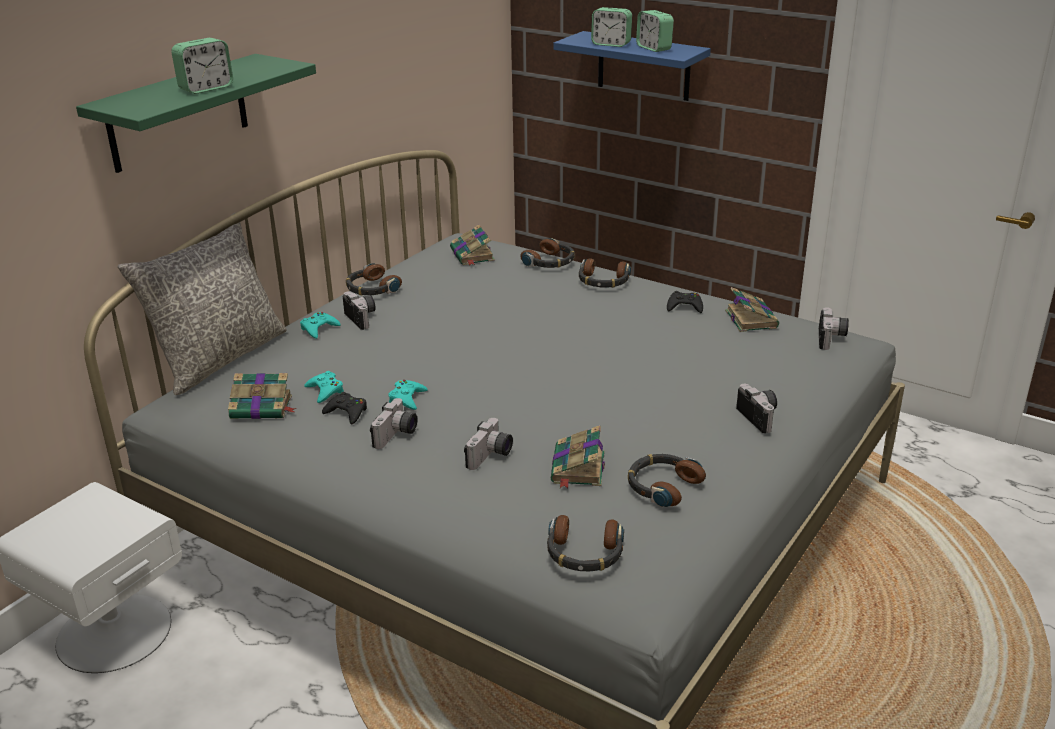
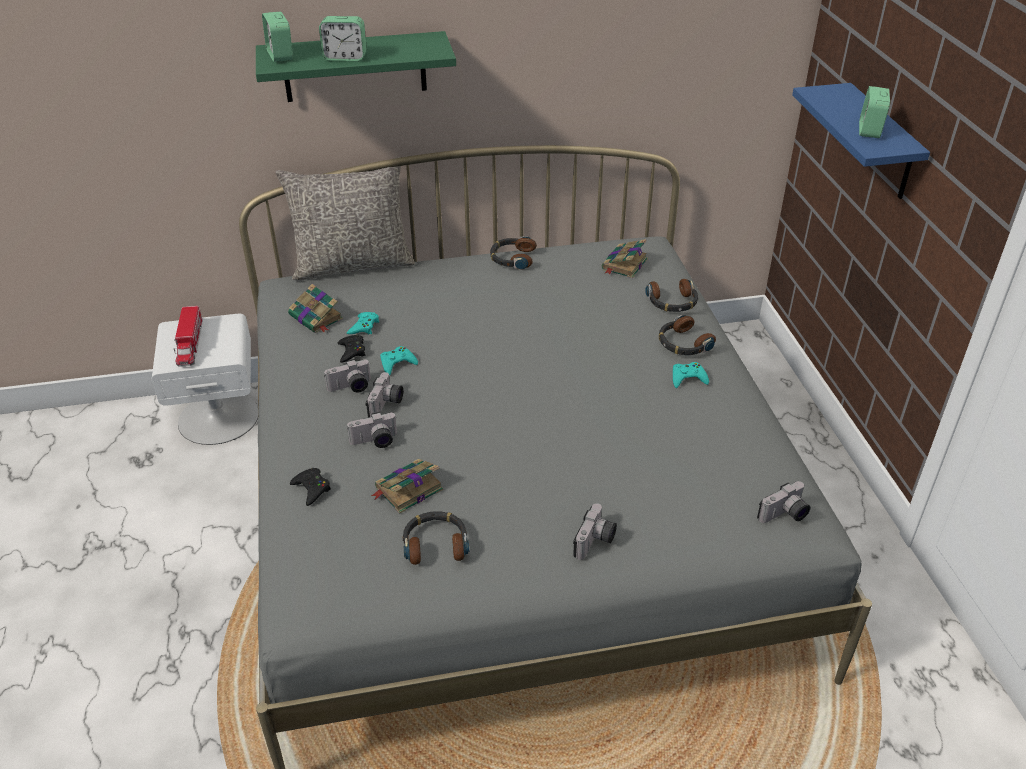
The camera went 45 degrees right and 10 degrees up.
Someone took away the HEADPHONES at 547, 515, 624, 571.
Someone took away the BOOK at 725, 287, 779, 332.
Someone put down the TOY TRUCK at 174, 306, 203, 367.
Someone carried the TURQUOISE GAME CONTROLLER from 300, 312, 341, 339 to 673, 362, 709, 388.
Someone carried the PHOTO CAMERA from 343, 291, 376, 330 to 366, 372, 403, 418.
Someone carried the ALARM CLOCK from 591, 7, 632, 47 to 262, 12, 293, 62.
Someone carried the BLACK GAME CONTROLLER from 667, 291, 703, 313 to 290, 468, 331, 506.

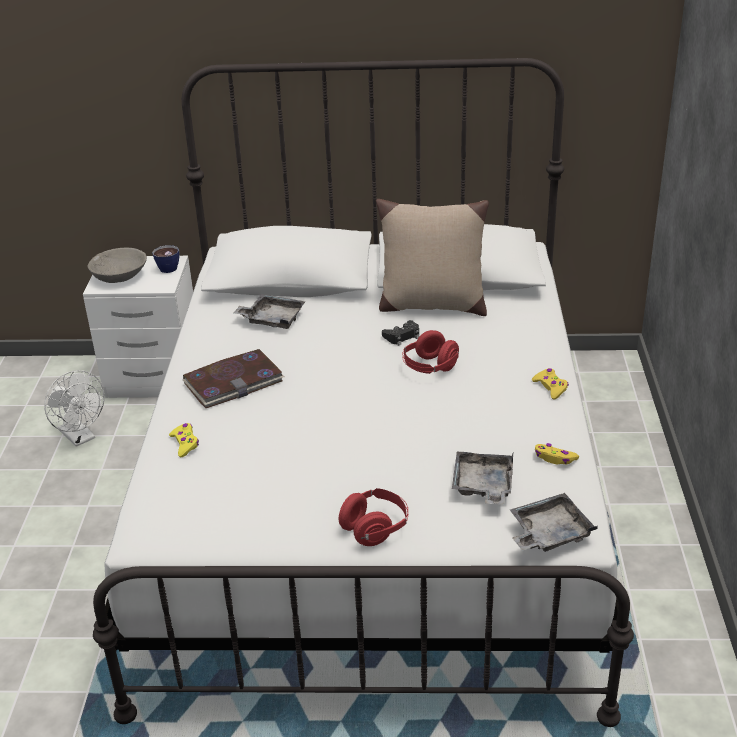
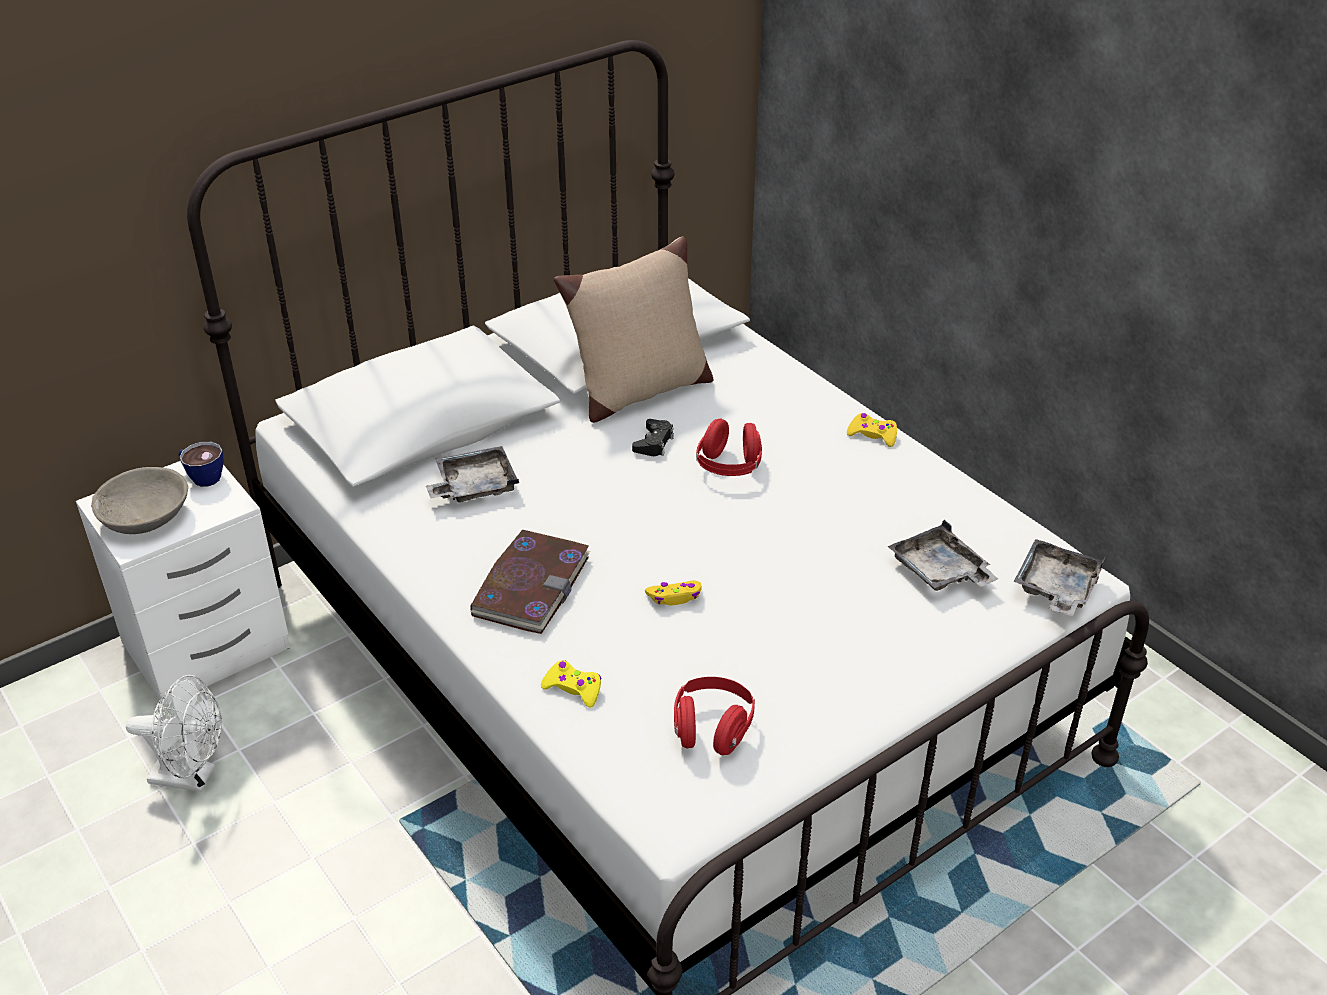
The camera went 40 degrees left and 5 degrees up.
Someone carried the RED HEADPHONES from 339, 488, 408, 546 to 674, 677, 755, 755.
Someone carried the YELLOW GAME CONTROLLER from 535, 443, 579, 464 to 645, 580, 702, 605.

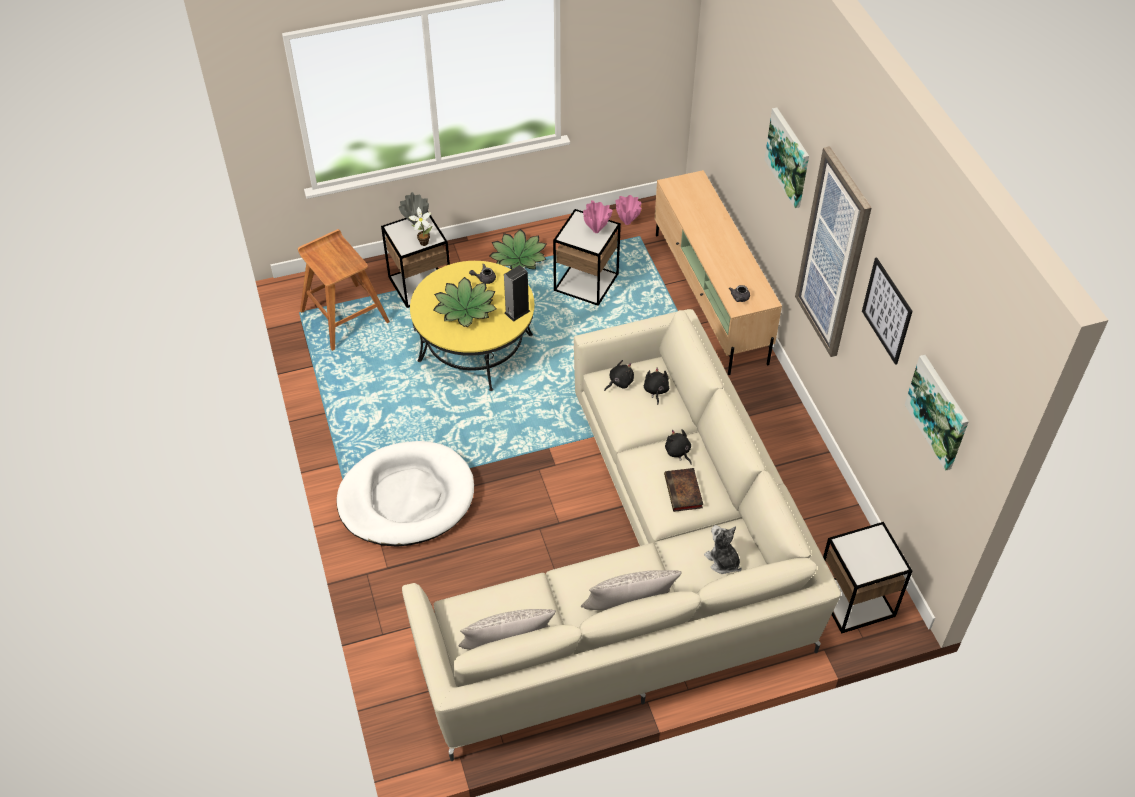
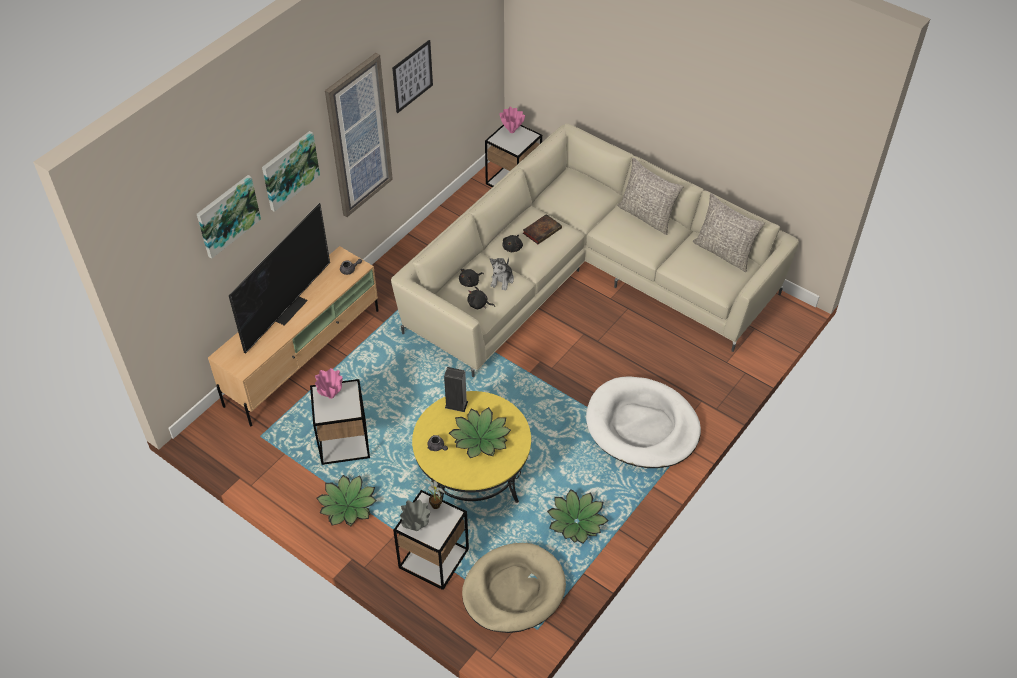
The camera went 125 degrees left and 0 degrees up.
Someone put down the TELEVISION at 229, 203, 330, 354.
Someone put down the POTTED PLANT at 547, 489, 608, 543.
Someone carried the PINK VASE from 615, 195, 641, 225 to 499, 107, 525, 133.
Someone carried the PLUSH TOY from 704, 525, 742, 574 to 490, 257, 514, 290.
Someone carried the PICTURE from 905, 355, 969, 471 to 197, 175, 261, 259.
Someone swapped the BROWN STOOL at 298, 229, 390, 351 for the BEIGE DOG BED at 462, 543, 566, 633.

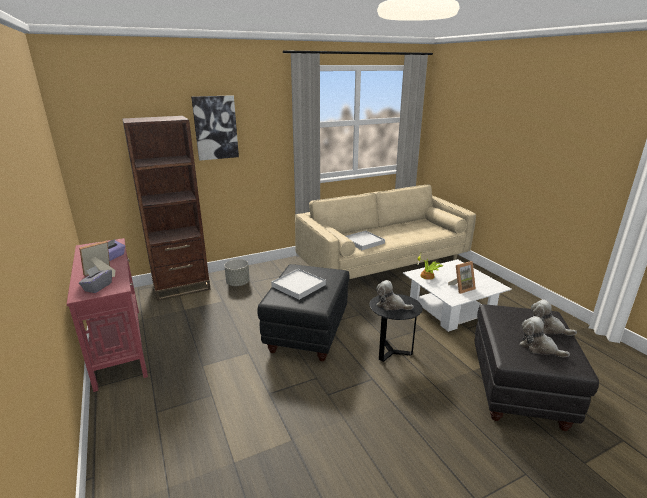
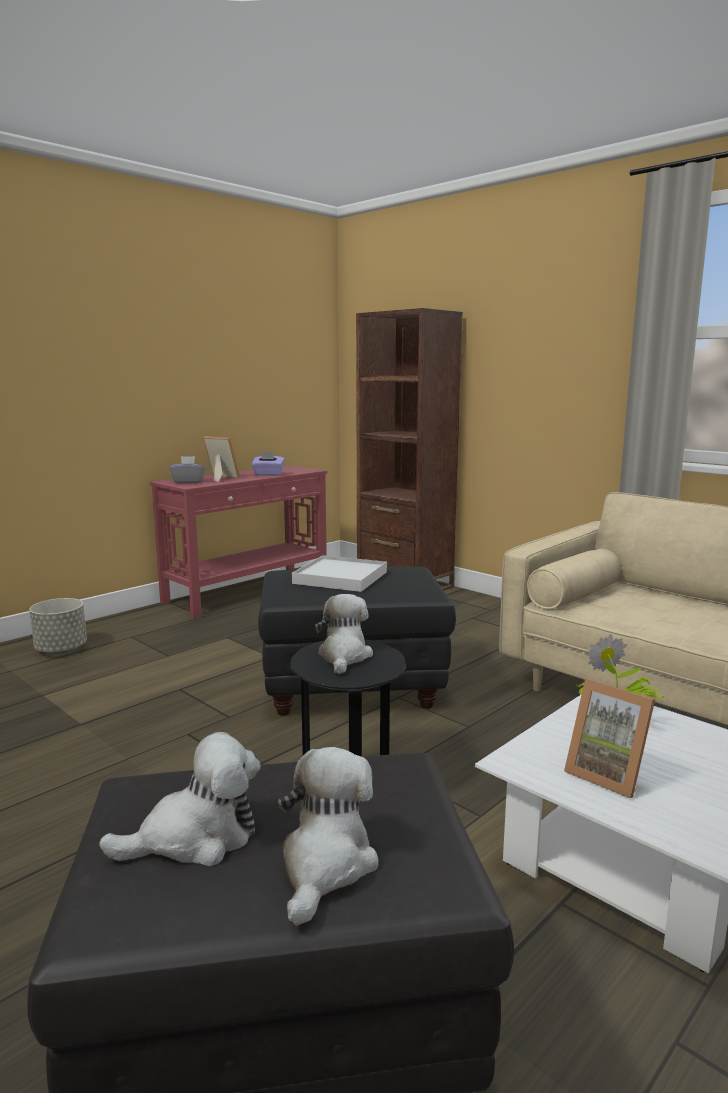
The camera went 70 degrees right and 10 degrees down.
Someone took away the PICTURE at 191, 95, 239, 161.
Someone took away the WHITE TRAY at 346, 231, 385, 250.
Someone carried the GREY PLANTER from 224, 259, 250, 286 to 29, 598, 87, 654.
Someone rotated the PLUSH TOY at 520, 316, 570, 357 by 45 degrees clockwise.

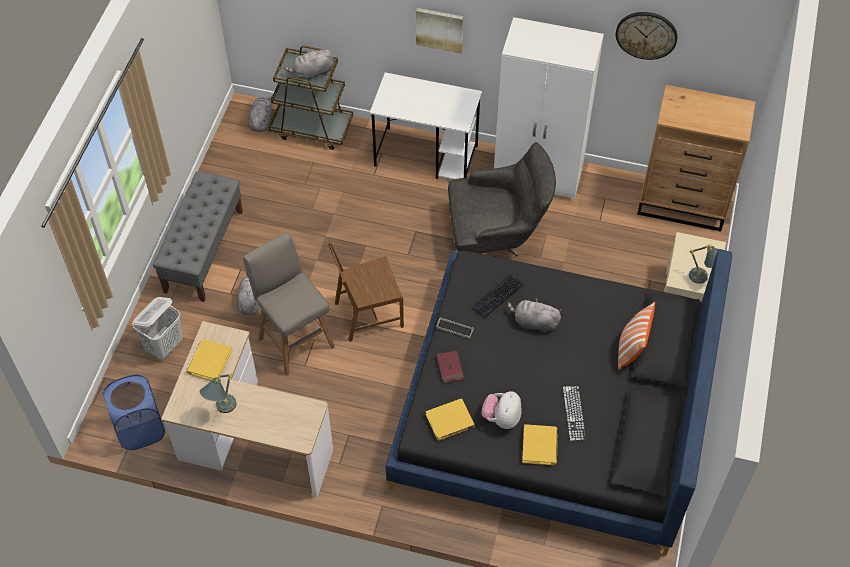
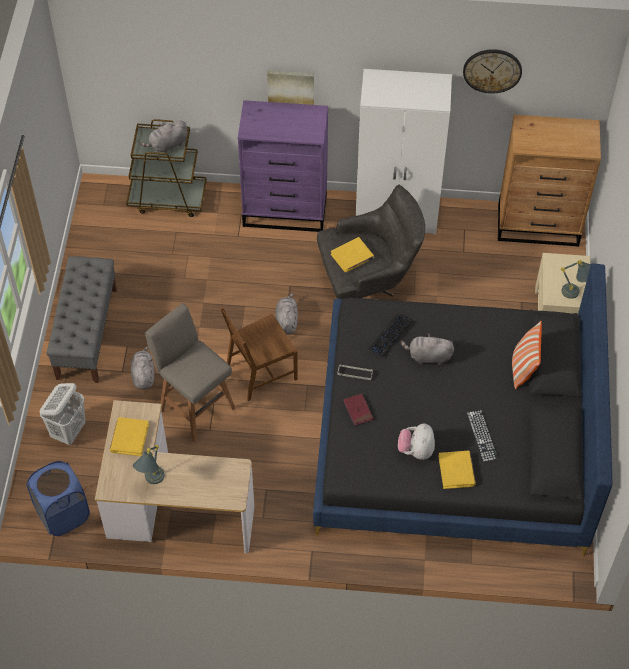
The camera went 10 degrees left and 0 degrees up.
Someone carried the GREY PLUSH TOY from 248, 96, 272, 132 to 275, 293, 298, 334.
Someone carried the YELLOW BOOK from 426, 398, 475, 441 to 331, 237, 374, 273.
Someone swapped the WHITE DESK at 370, 72, 482, 179 for the PURPLE DRESSER at 238, 100, 328, 232.

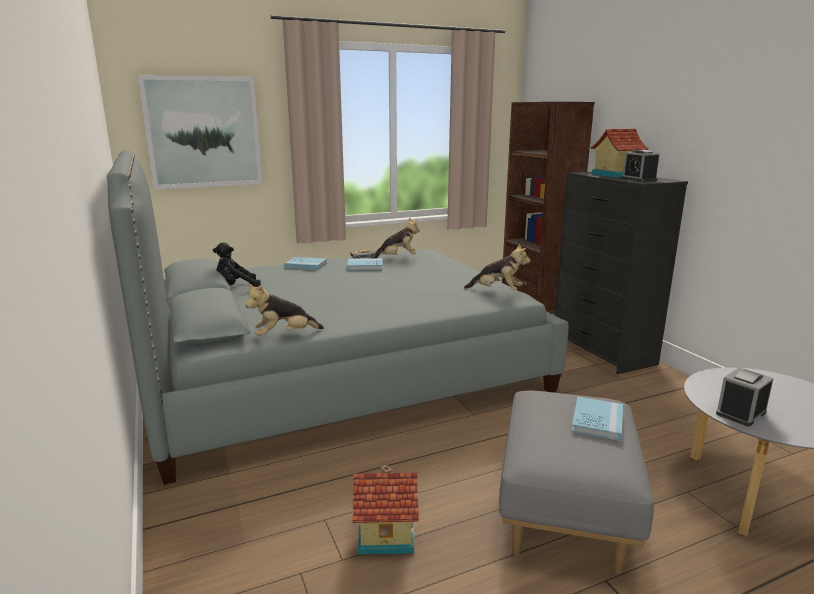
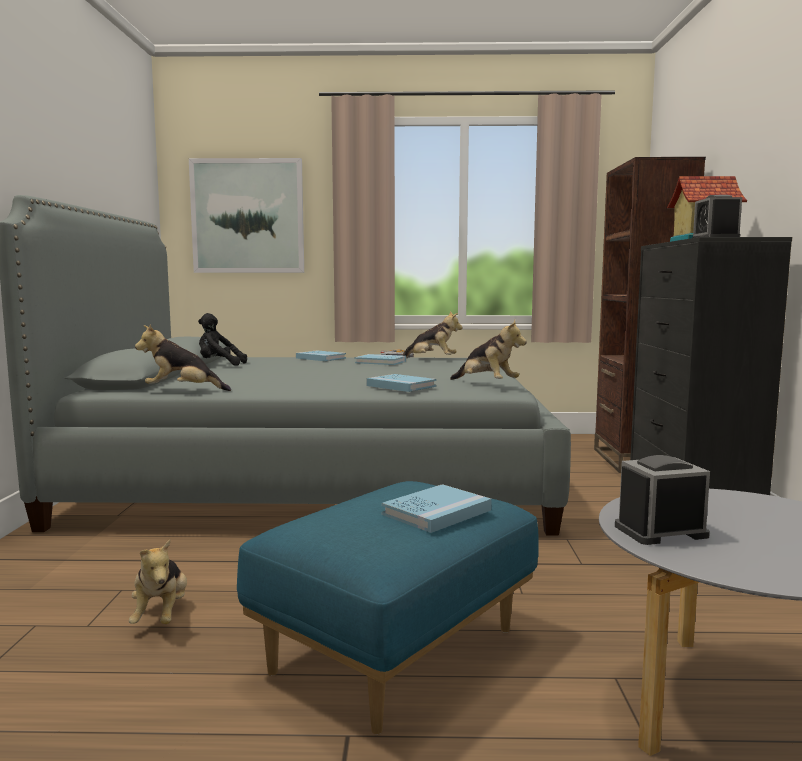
The camera went 25 degrees right and 10 degrees down.
Someone put down the BLUE BOOK at 366, 374, 436, 392.
Someone swapped the TOY HOUSE at 352, 465, 419, 555 for the PLUSH TOY at 129, 540, 187, 624.
Someone repainted the GREY OTTOMAN at 499, 390, 654, 574, which became the BLUE OTTOMAN at 237, 481, 539, 735.

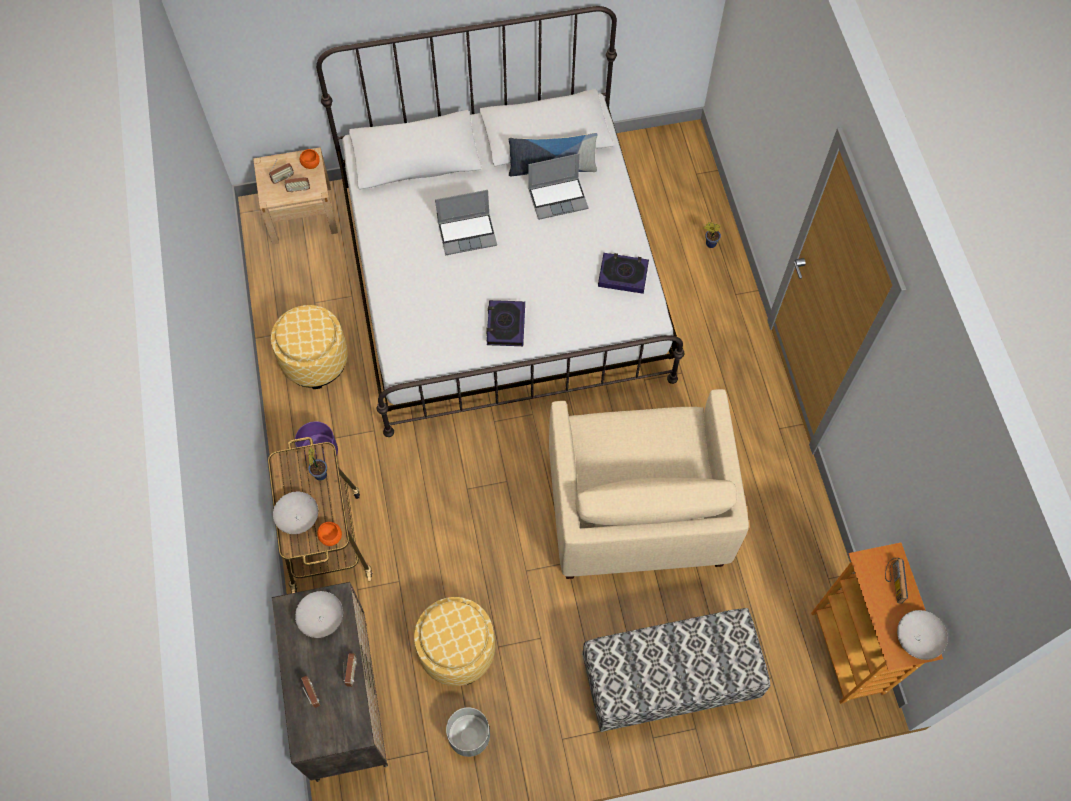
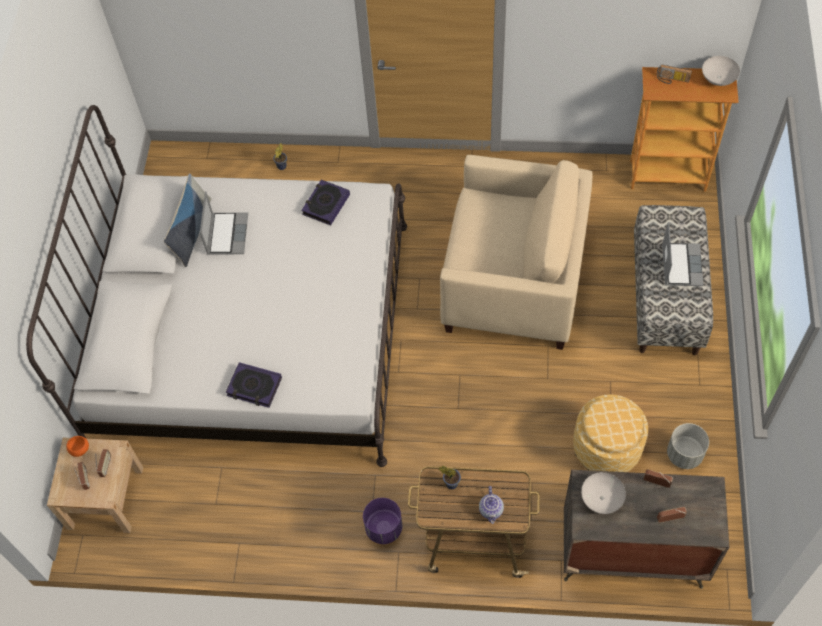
The camera went 70 degrees left and 5 degrees down.
Someone took away the OTTOMAN at 271, 305, 348, 389.
Someone took away the ORANGE BOWL at 317, 522, 342, 546.
Someone carried the LAPTOP from 435, 190, 497, 255 to 662, 222, 704, 286.
Someone carried the BOOK from 486, 300, 525, 346 to 226, 362, 282, 408.
Someone swapped the WHITE BOWL at 273, 492, 318, 534 for the TEAPOT at 479, 486, 504, 524.

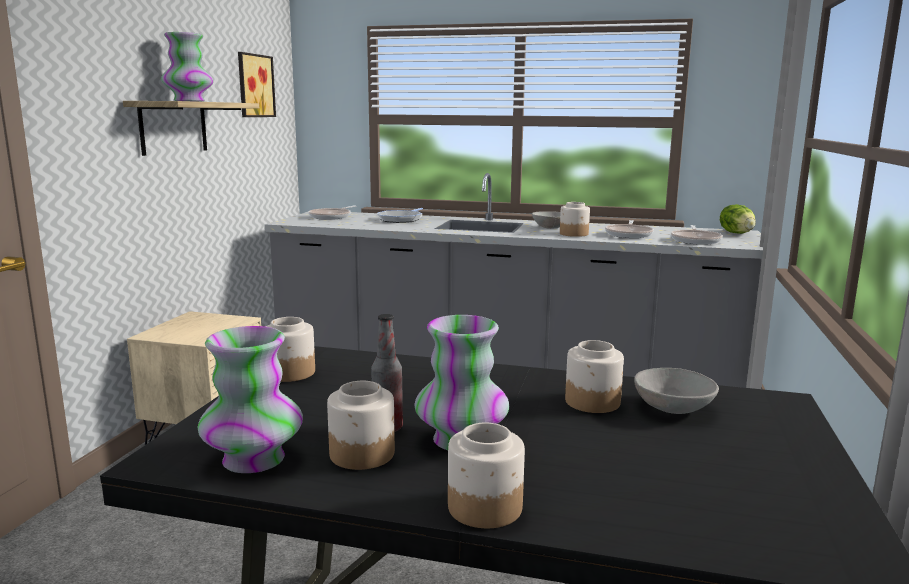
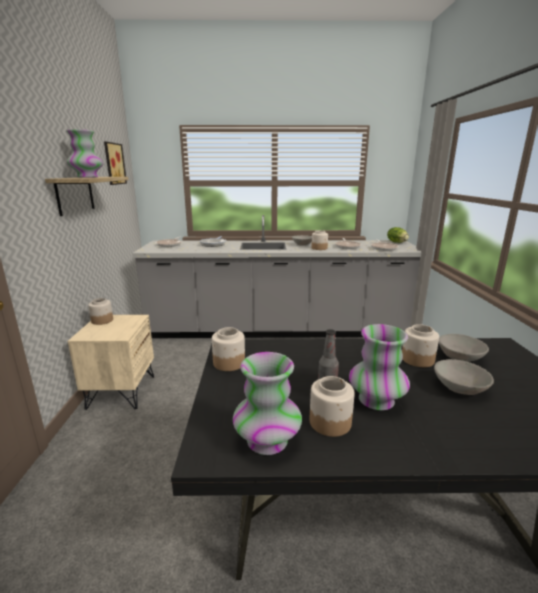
The camera went 15 degrees left and 5 degrees up.
Someone put down the GREY BOWL at 434, 359, 494, 395.
Someone carried the JAR from 448, 423, 525, 528 to 88, 298, 113, 325.

